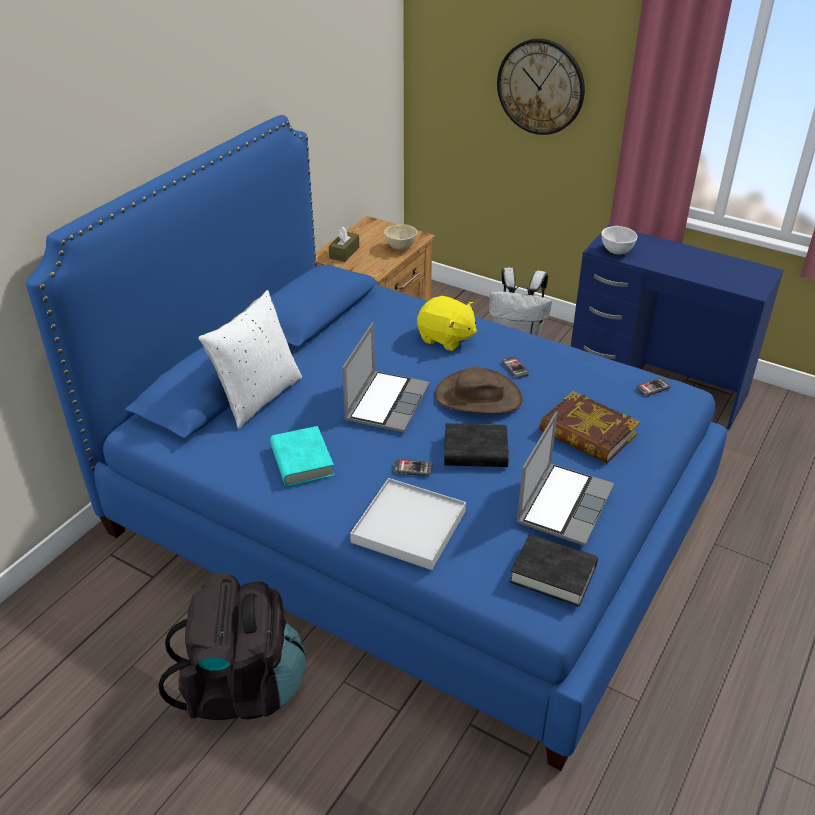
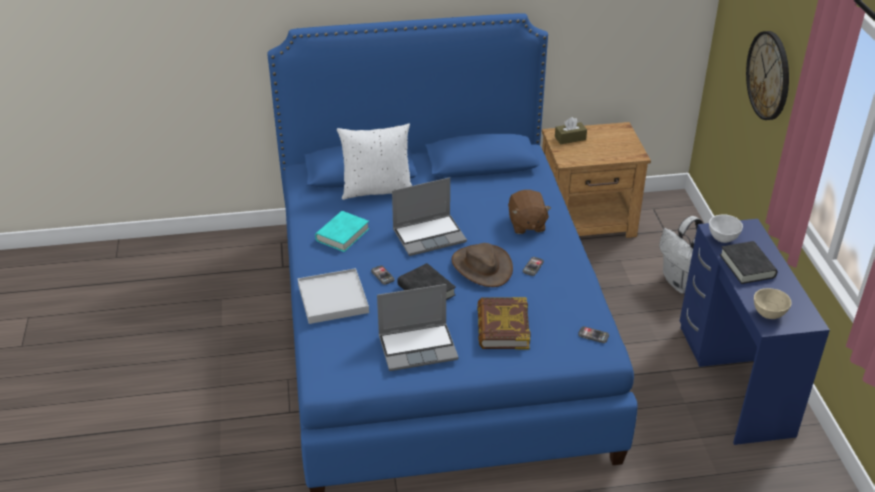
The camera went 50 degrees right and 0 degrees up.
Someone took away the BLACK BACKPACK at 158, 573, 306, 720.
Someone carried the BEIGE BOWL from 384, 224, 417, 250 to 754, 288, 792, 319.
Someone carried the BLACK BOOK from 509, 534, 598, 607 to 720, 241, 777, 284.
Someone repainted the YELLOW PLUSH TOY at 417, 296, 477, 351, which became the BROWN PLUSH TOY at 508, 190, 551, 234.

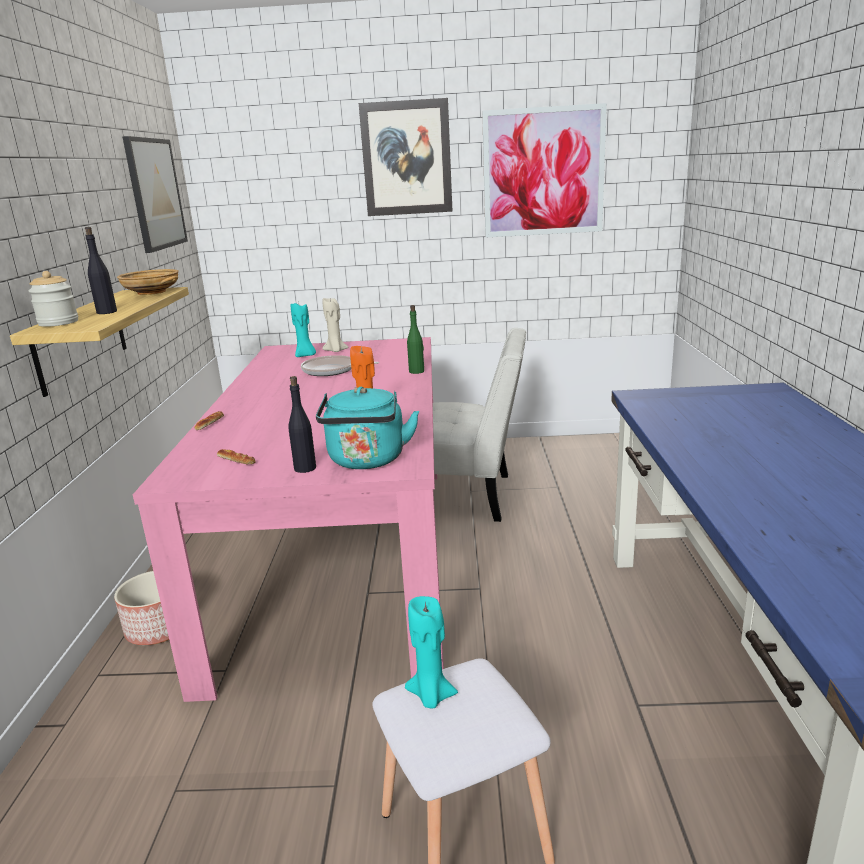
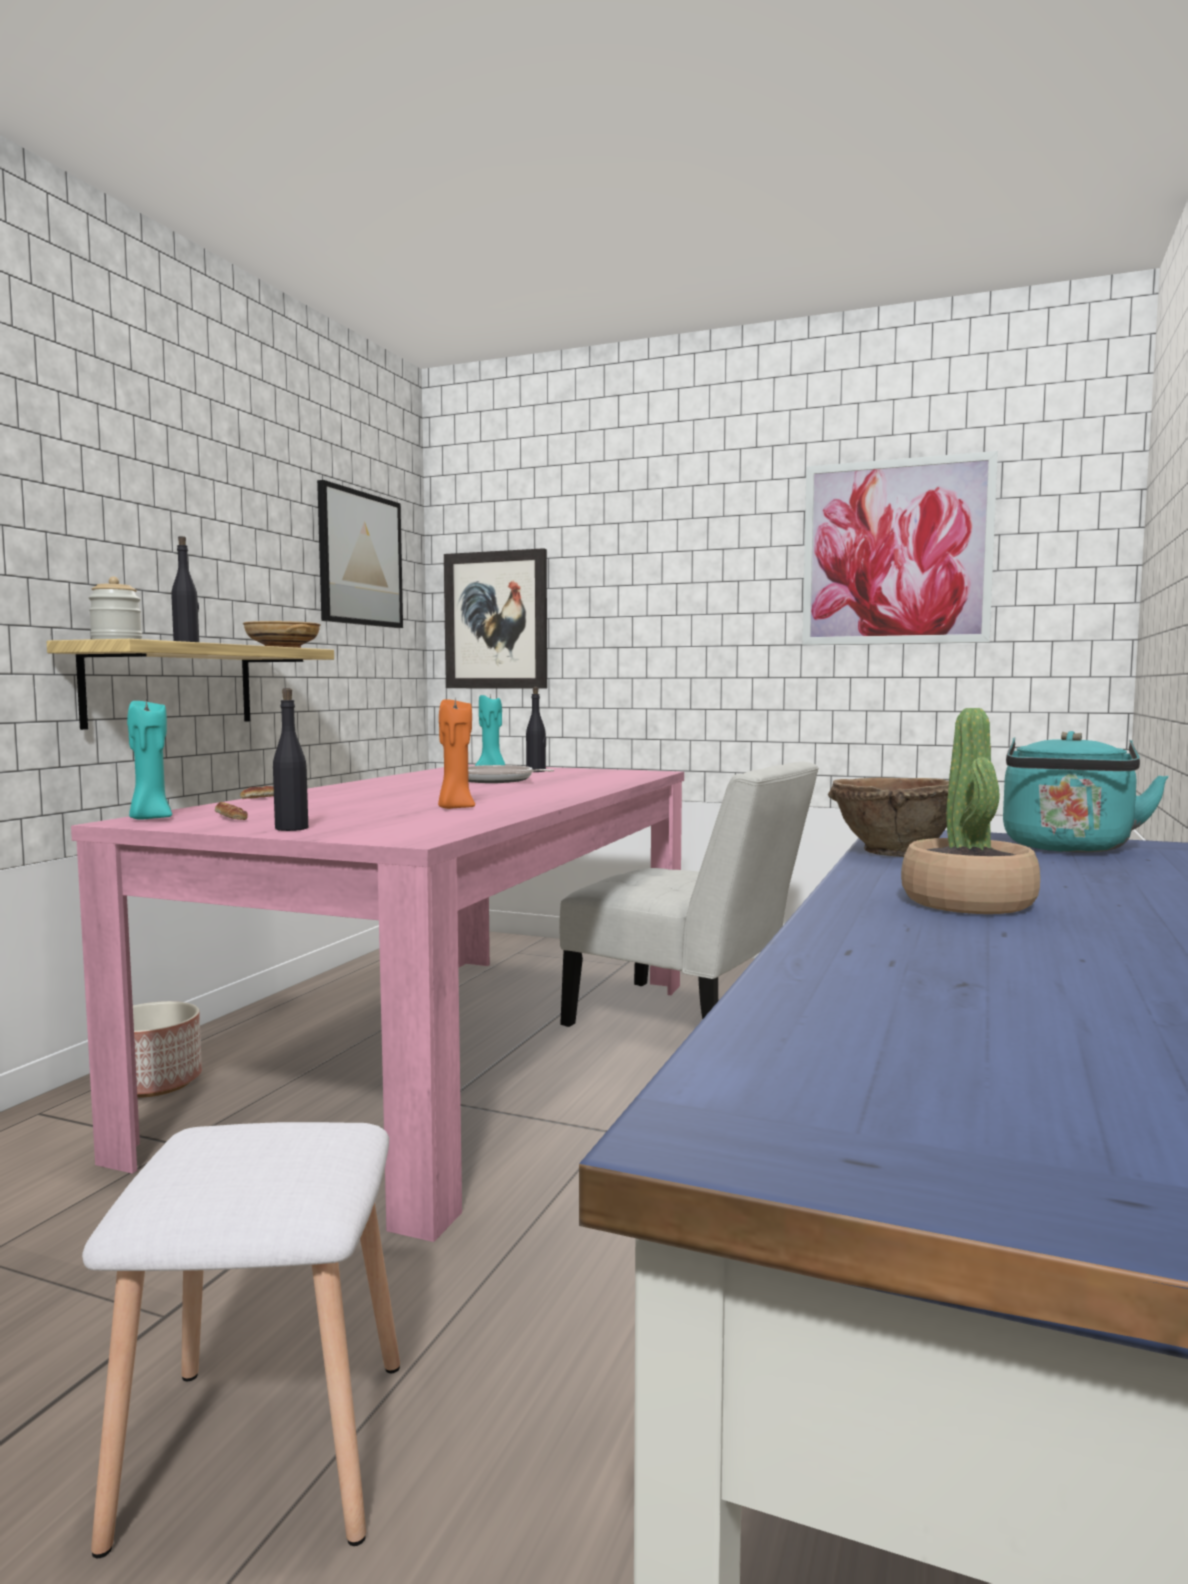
The camera went 20 degrees right and 15 degrees down.
Someone took away the GREEN BOTTLE at 407, 305, 424, 374.
Someone put down the BROWN BOWL at 828, 778, 949, 857.
Someone put down the POTTED PLANT at 901, 708, 1040, 914.
Someone carried the TURQUOISE KETTLE from 316, 387, 419, 469 to 1003, 731, 1169, 853.
Someone carried the PICTURE from 359, 98, 453, 216 to 444, 548, 547, 688.
Someone carried the TURQUOISE CANDLE from 405, 596, 458, 709 to 127, 699, 172, 820.
Someone swapped the BEIGE CANDLE at 322, 298, 349, 352 for the BLACK BOTTLE at 526, 687, 546, 772.

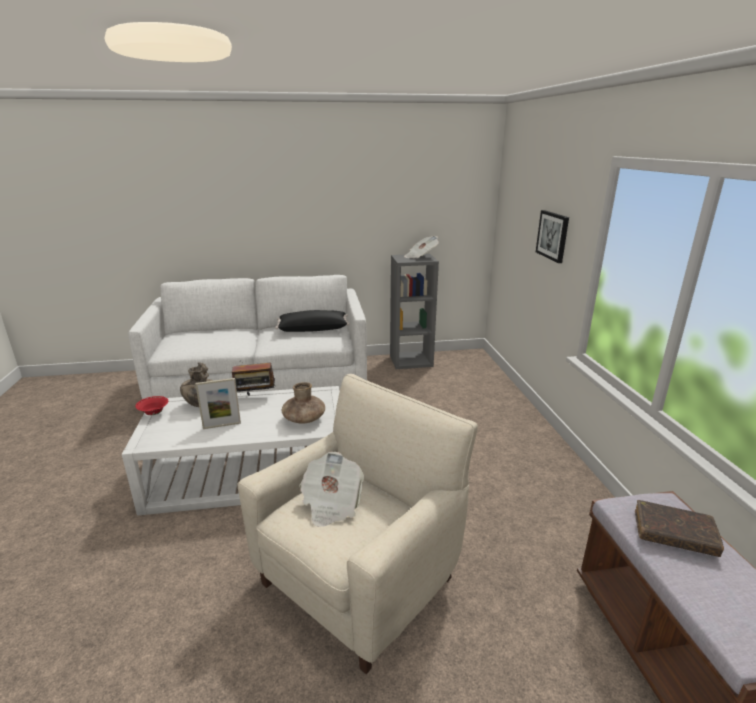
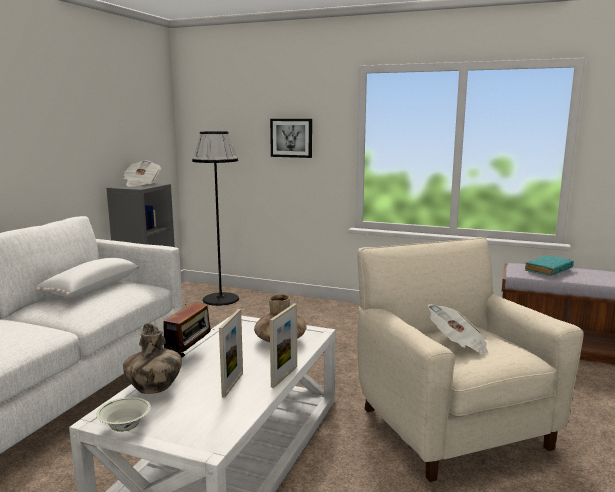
The camera went 60 degrees left and 10 degrees down.
Someone put down the BLACK FLOOR LAMP at 192, 131, 239, 306.
Someone put down the PICTURE FRAME at 270, 303, 297, 388.
Someone repainted the RED BOWL at 135, 396, 168, 415, which became the WHITE BOWL at 96, 397, 151, 432.
Someone repainted the BLACK PILLOW at 275, 310, 350, 332, which became the WHITE PILLOW at 36, 258, 139, 298.
Someone repainted the BROWN BOOK at 635, 500, 724, 557, which became the TURQUOISE BOOK at 525, 255, 574, 276.

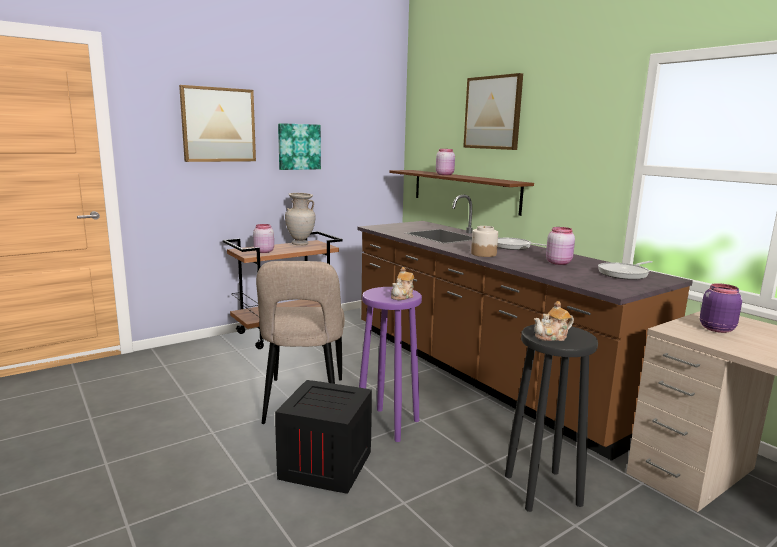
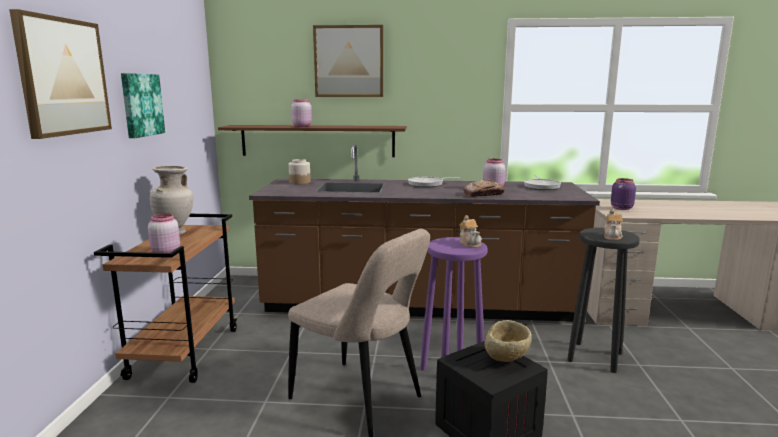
The camera went 50 degrees left and 0 degrees up.
Someone put down the BREAD at 463, 179, 504, 197.
Someone put down the BEIGE BOWL at 485, 320, 532, 362.
Someone carried the JAR from 471, 226, 498, 257 to 289, 159, 311, 185.

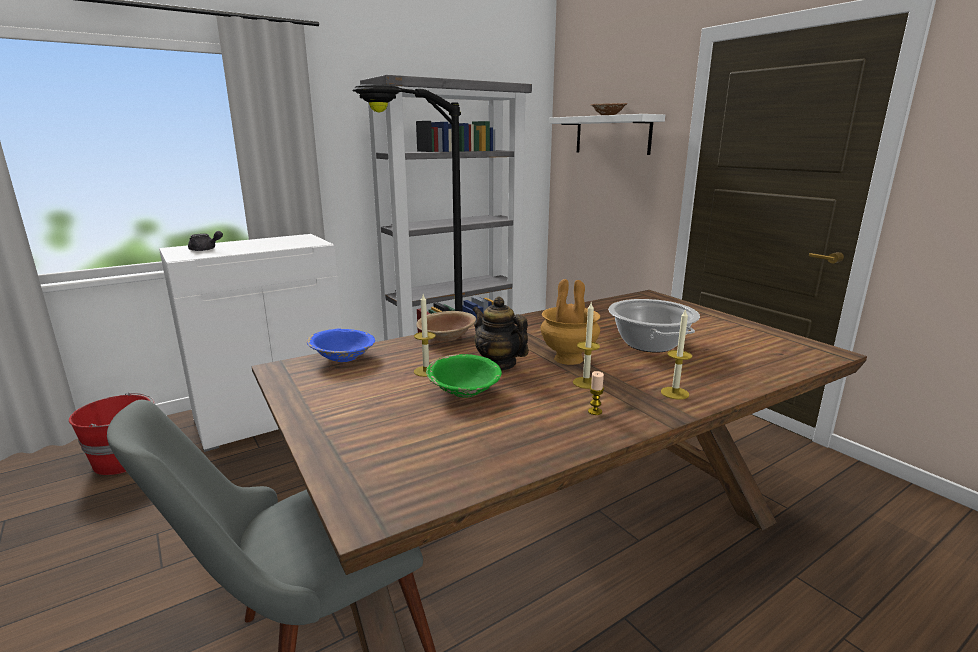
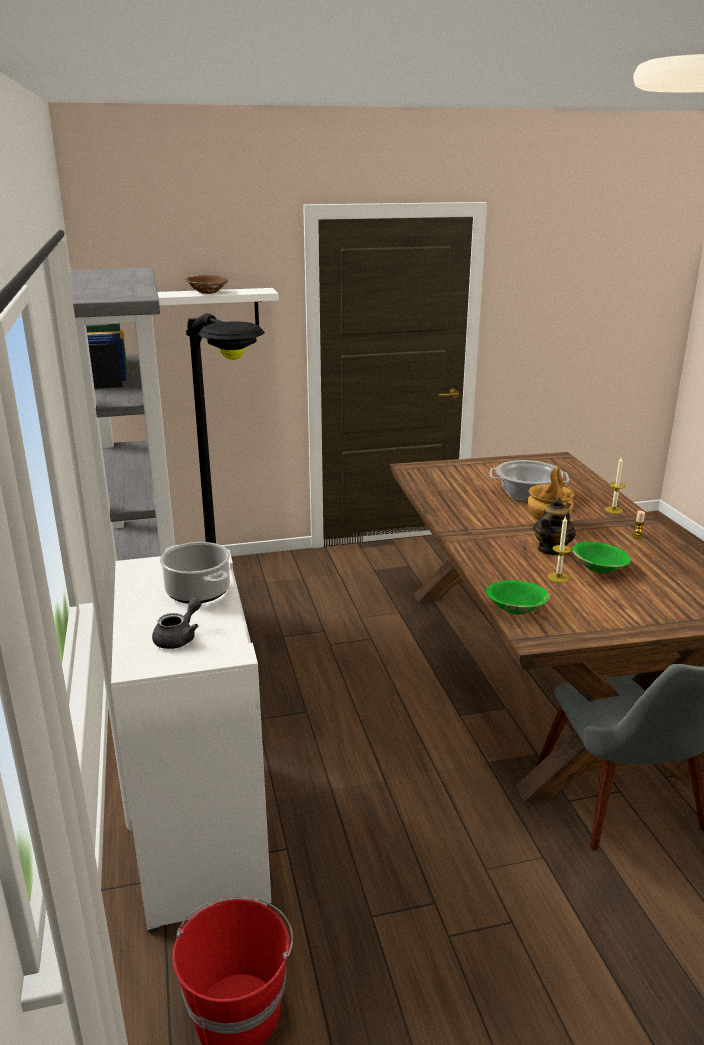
The camera went 70 degrees left and 5 degrees up.
Someone took away the BROWN BOWL at 416, 311, 476, 342.
Someone took away the CANDLE at 573, 303, 600, 389.
Someone put down the COOKING POT at 160, 542, 230, 604.
Someone repainted the BLUE BOWL at 307, 329, 375, 362, which became the GREEN BOWL at 486, 580, 550, 614.
Someone rotated the TEAPOT at 473, 297, 529, 371 by 150 degrees clockwise.

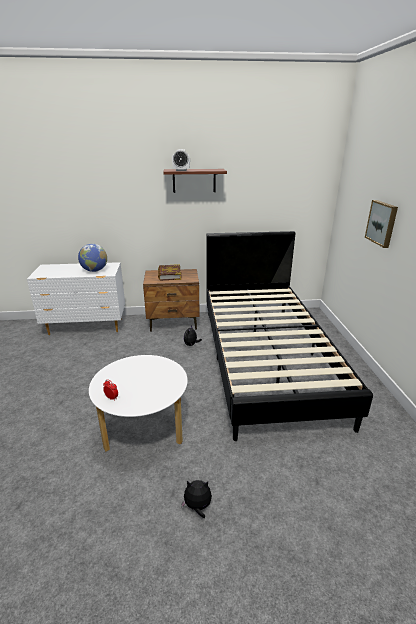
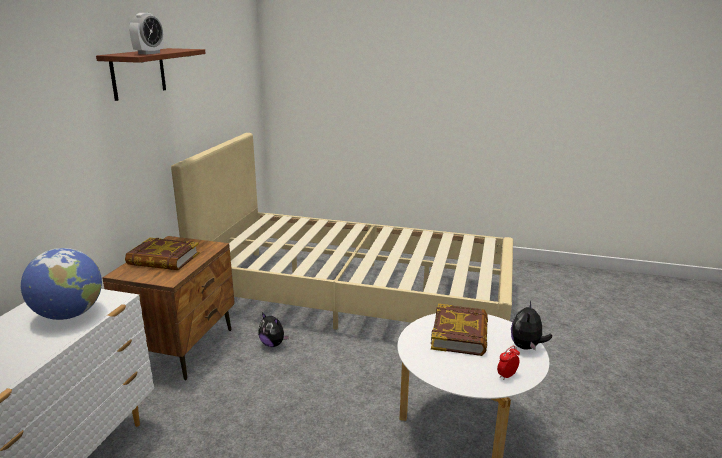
The camera went 70 degrees left and 5 degrees down.
Someone took away the PICTURE at 365, 200, 398, 248.
Someone put down the BOOK at 431, 304, 488, 356.
Someone carried the PLUSH TOY from 181, 480, 212, 518 to 511, 301, 552, 350.
Someone repainted the BLACK BED at 206, 231, 373, 441, which became the BEIGE BED at 171, 133, 513, 330.

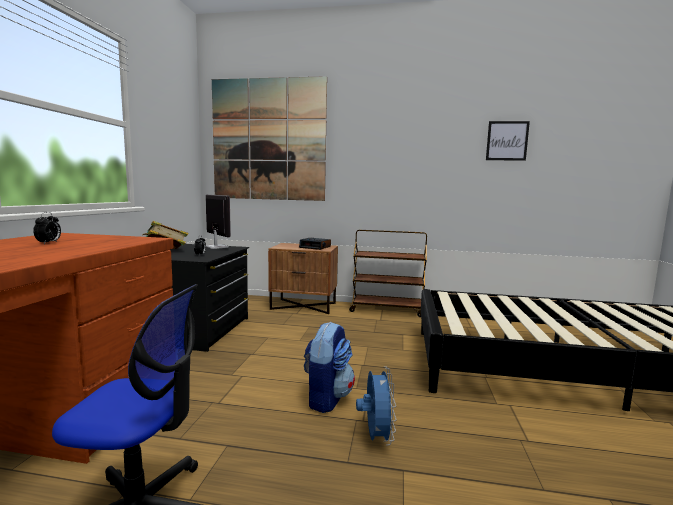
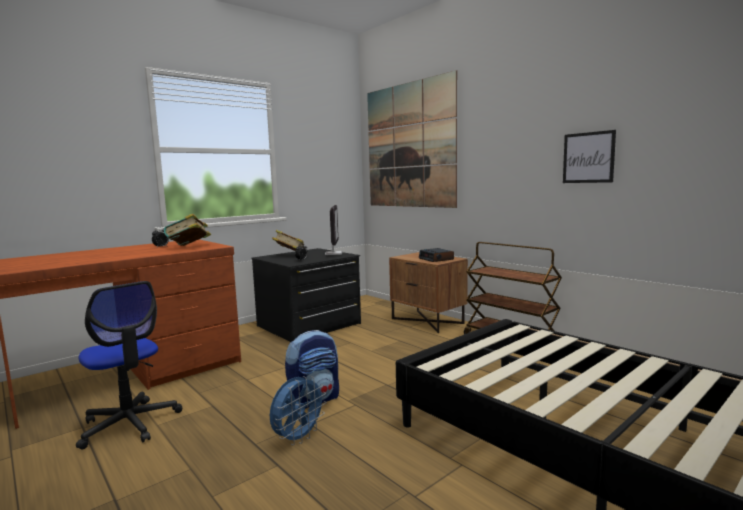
The camera went 40 degrees right and 0 degrees up.
Someone put down the BOOK at 164, 214, 211, 246.
Someone carried the PICTURE from 486, 121, 530, 161 to 563, 130, 616, 183.

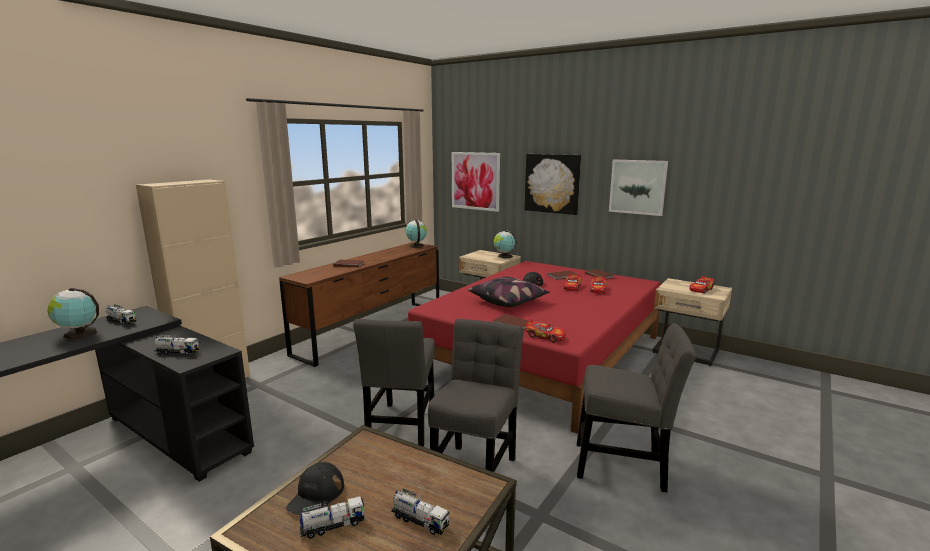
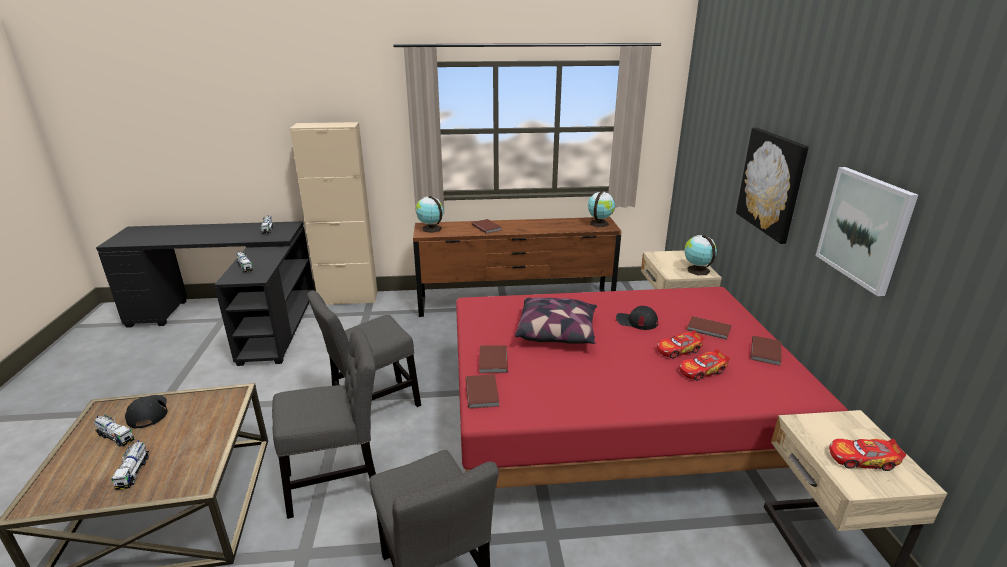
The camera went 50 degrees right and 10 degrees up.
Someone took away the PICTURE at 452, 152, 500, 212.
Someone carried the GLOBE from 47, 288, 99, 340 to 416, 196, 444, 233.
Someone swapped the TOY CAR at 525, 319, 566, 342 for the BROWN BOOK at 466, 374, 499, 409.
Someone rotated the BLACK CAP at 286, 462, 344, 515 by 90 degrees clockwise.

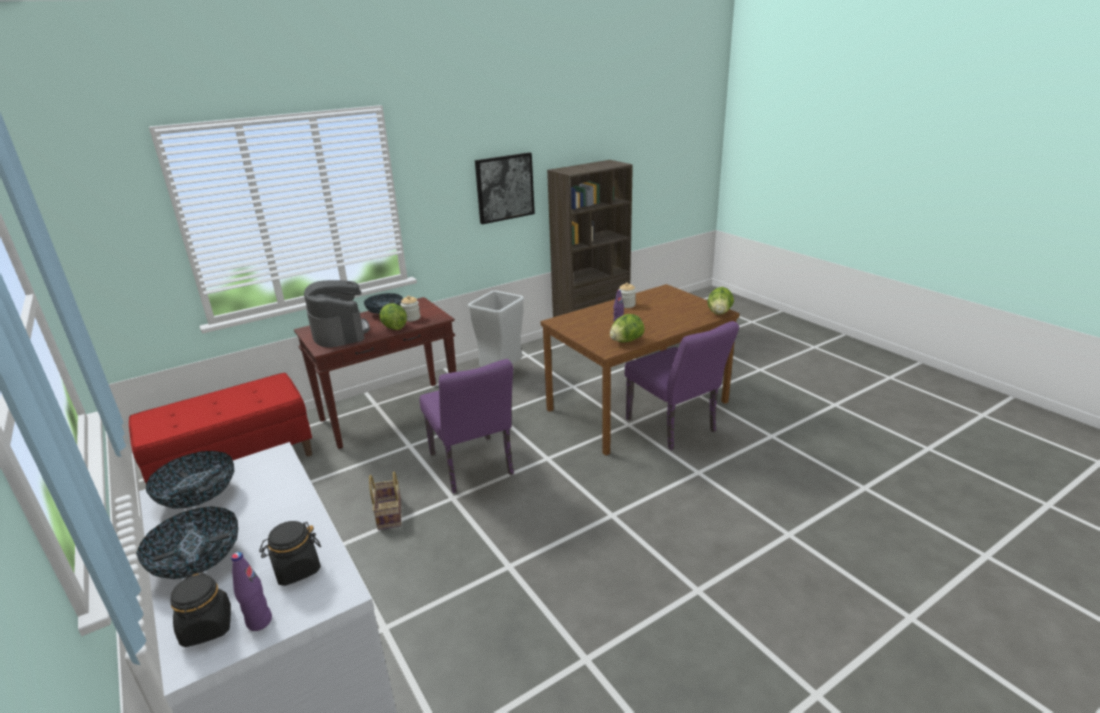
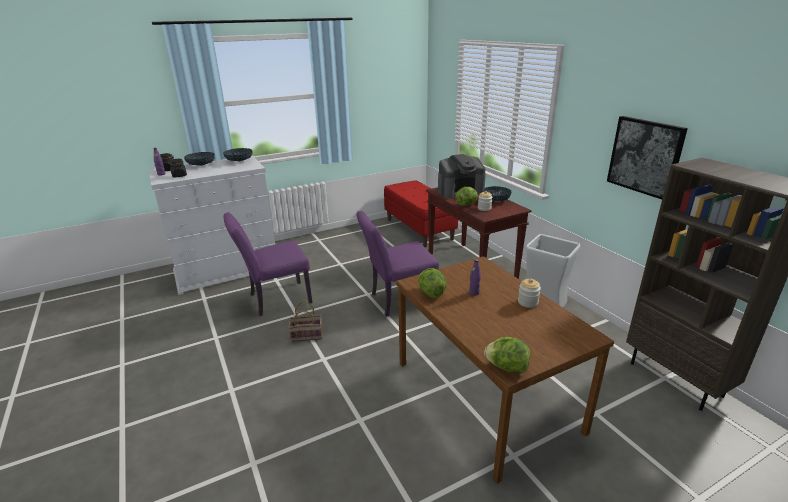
The camera went 95 degrees right and 0 degrees up.
Someone carried the BASKET from 369, 471, 401, 530 to 288, 301, 322, 342.
Someone carried the PURPLE CHAIR from 625, 321, 739, 450 to 223, 212, 312, 316.

